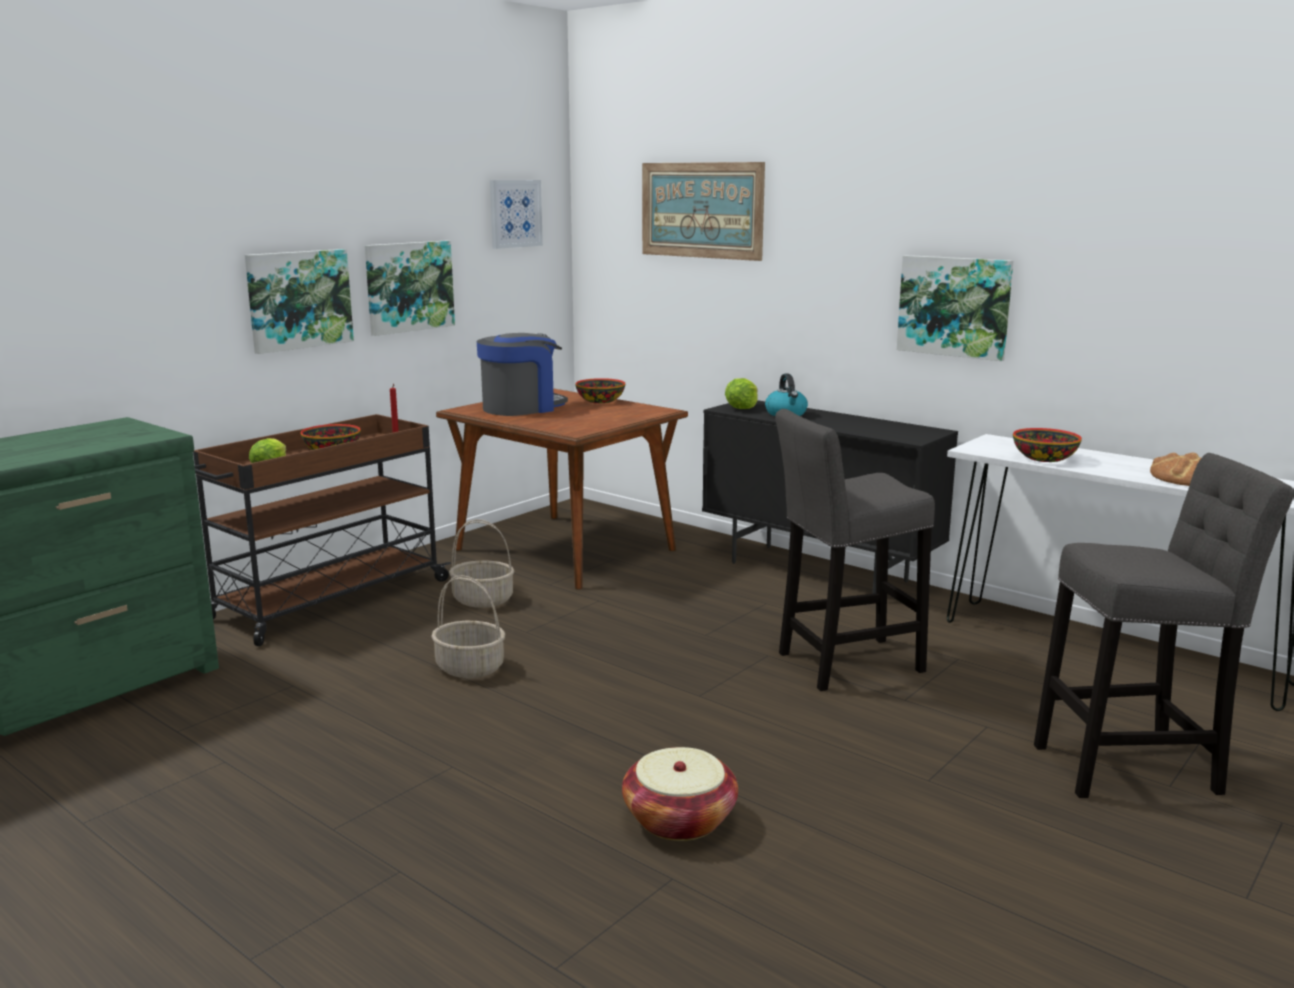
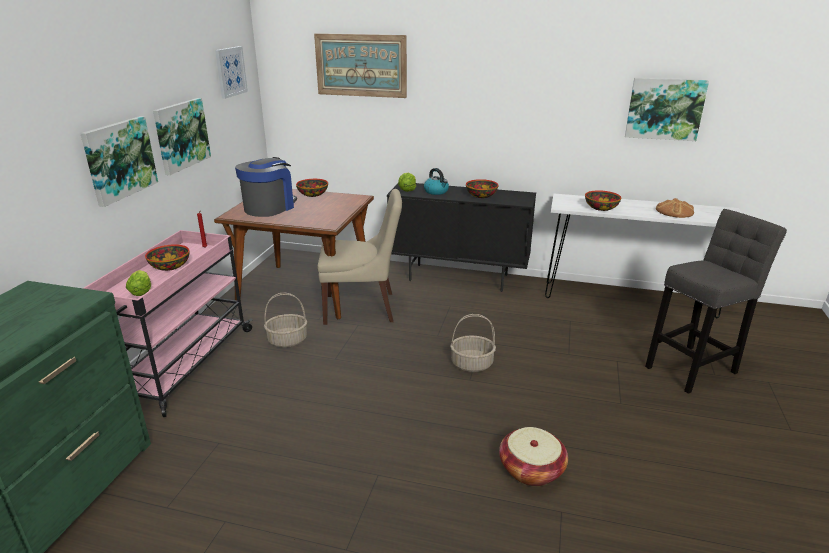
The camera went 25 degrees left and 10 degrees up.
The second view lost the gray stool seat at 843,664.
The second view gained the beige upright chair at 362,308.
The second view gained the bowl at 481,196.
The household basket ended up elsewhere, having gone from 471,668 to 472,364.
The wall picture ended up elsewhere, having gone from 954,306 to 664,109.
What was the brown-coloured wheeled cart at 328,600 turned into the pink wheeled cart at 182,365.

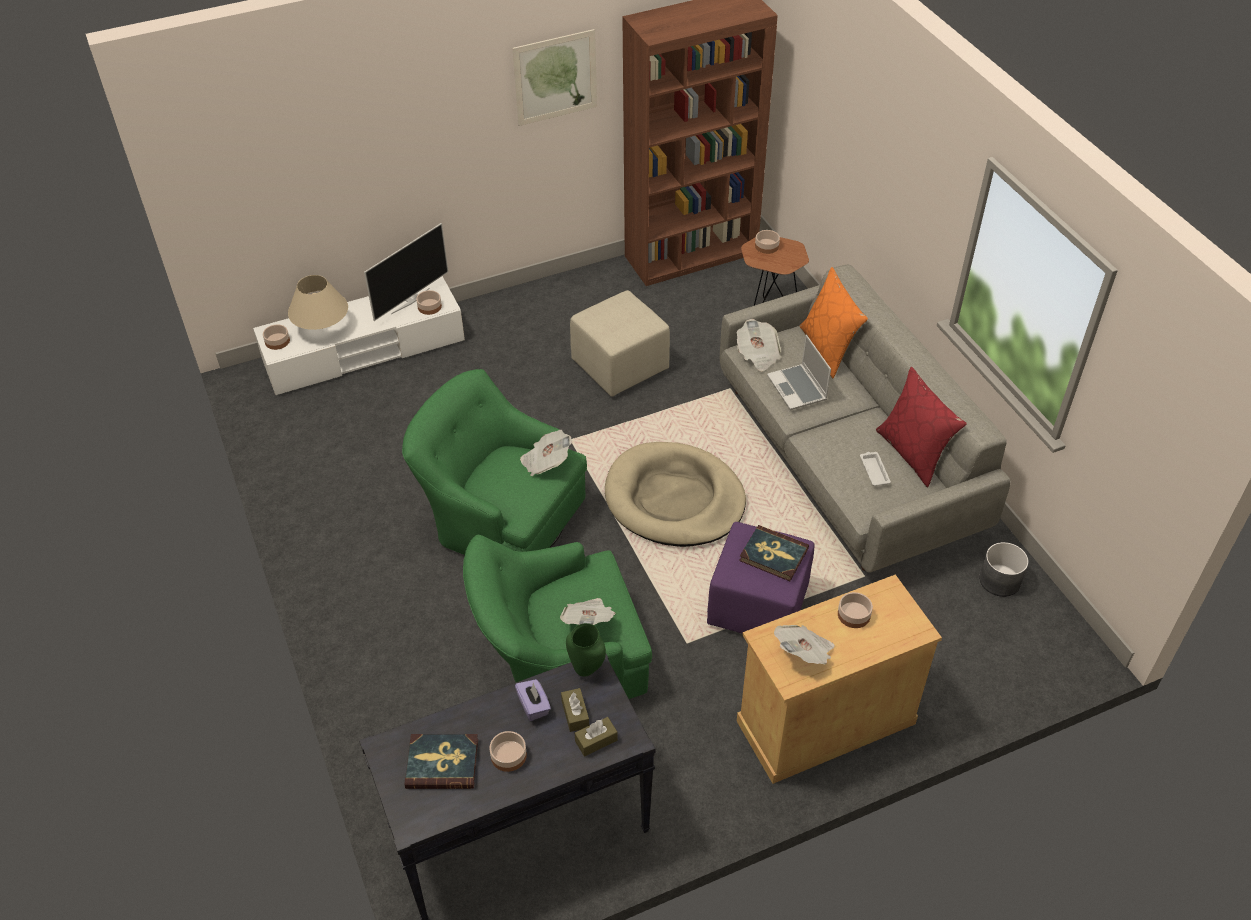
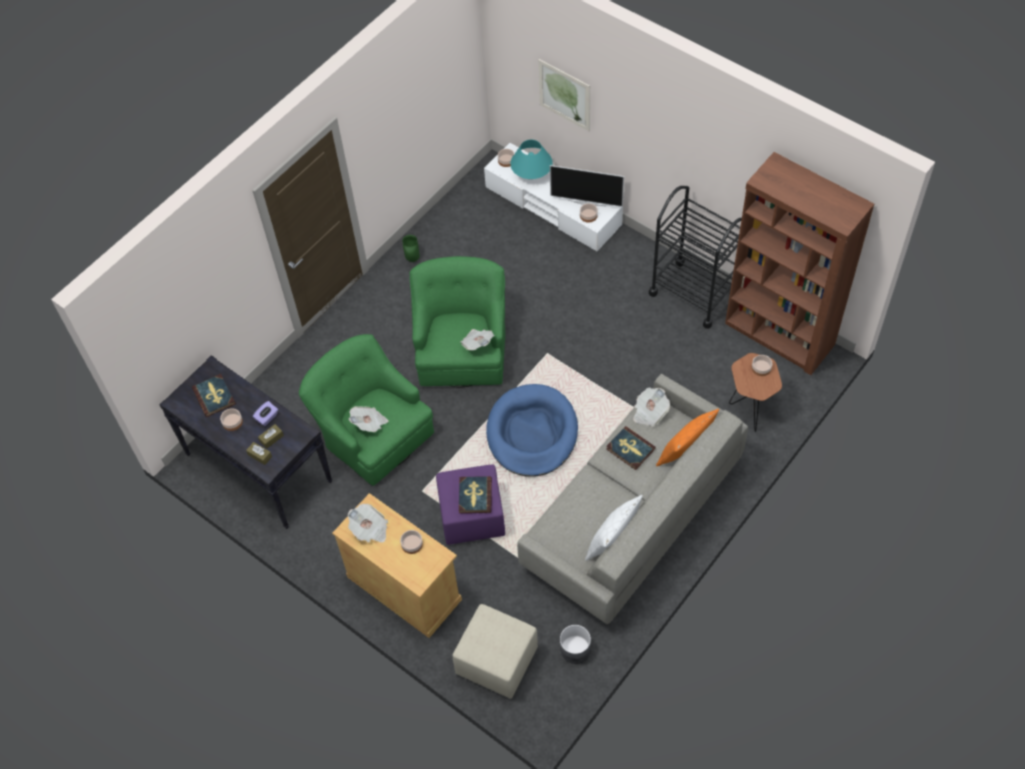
The camera went 65 degrees right and 10 degrees up.
The second view lost the white tray at 874,470.
The second view gained the blackish wheeled cart at 693,293.
The wall picture ended up elsewhere, having gone from 555,77 to 564,95.
The greenish flower vase ended up elsewhere, having gone from 587,669 to 413,259.
The beige ottoman ended up elsewhere, having gone from 619,367 to 496,661.
Where the notebook computer stood at 798,388, the book came to stand at 630,449.
What was the beige tabletop lamp at 322,328 turned into the blue-green tabletop lamp at 531,175.
What was the beige pet bed at 674,499 turned into the bluish pet bed at 532,433.
What was the red cushion at 913,453 turned into the white cushion at 612,541.

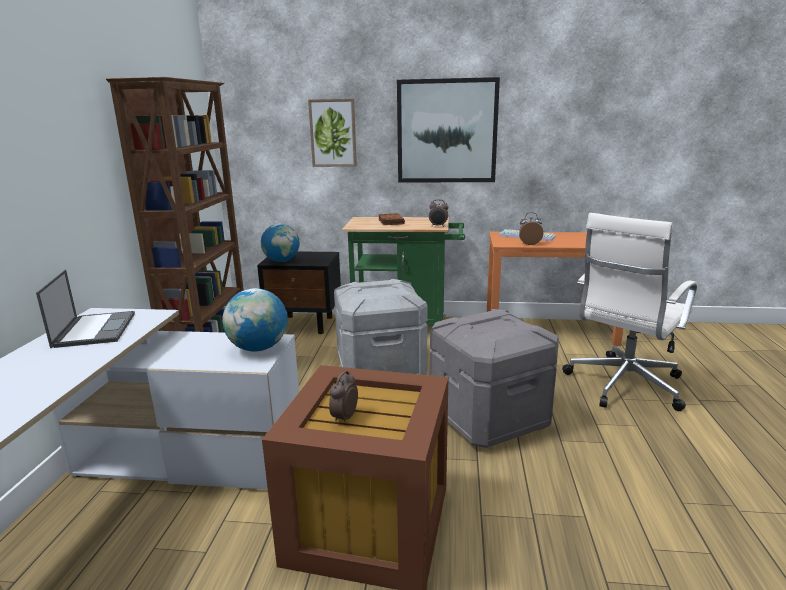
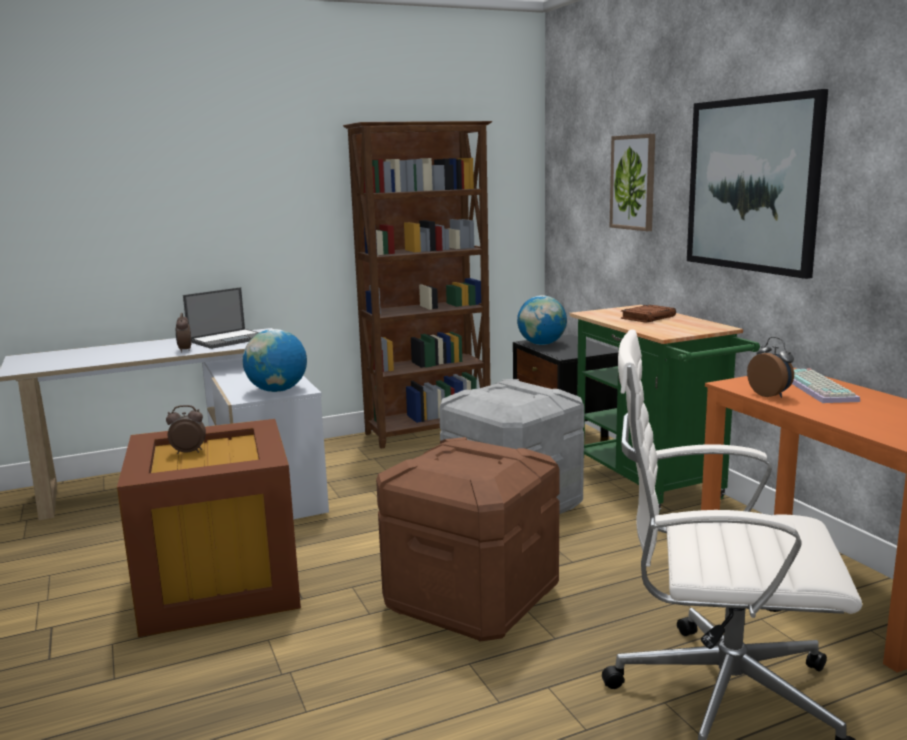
The camera went 60 degrees right and 5 degrees down.
The bedside clock ended up elsewhere, having gone from 438,226 to 184,350.
What was the gray storage bin at 489,418 turned into the brown-coloured storage bin at 472,599.

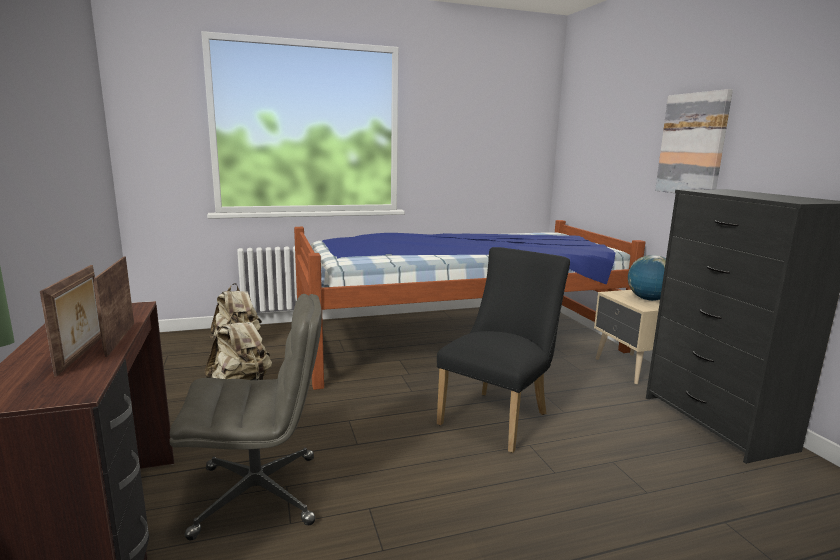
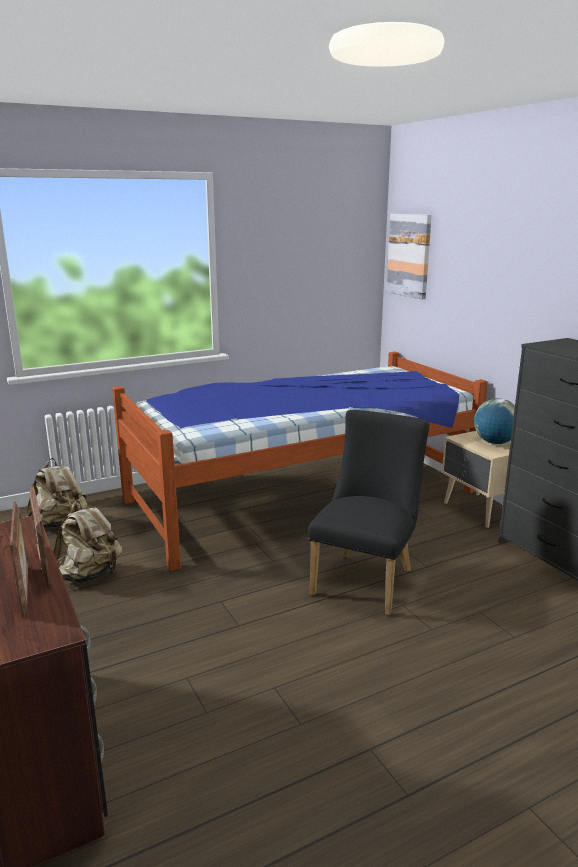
The camera went 10 degrees left and 5 degrees up.
The second view lost the gray desk chair at 259,494.
The wall picture ended up elsewhere, having gone from 692,144 to 409,255.

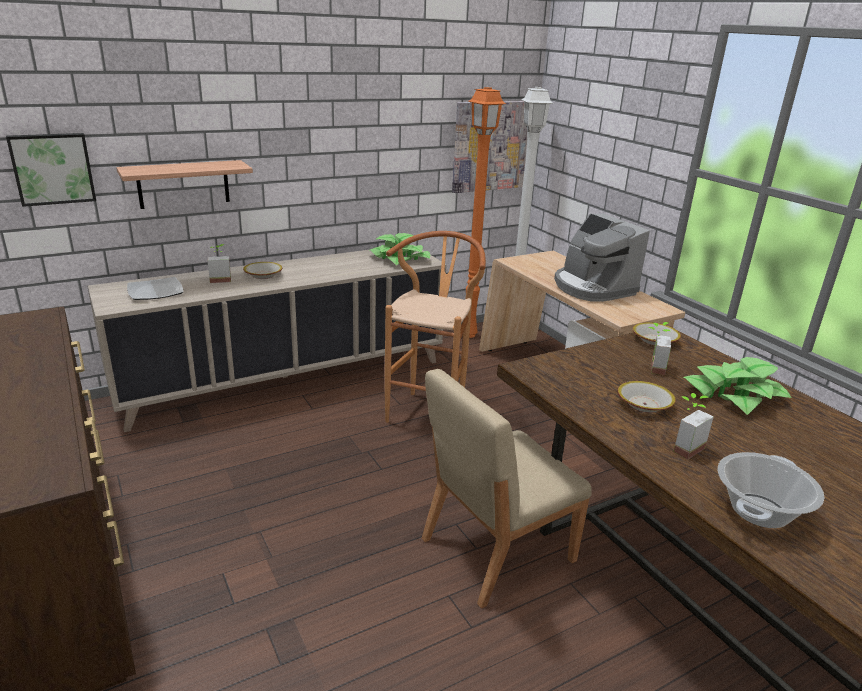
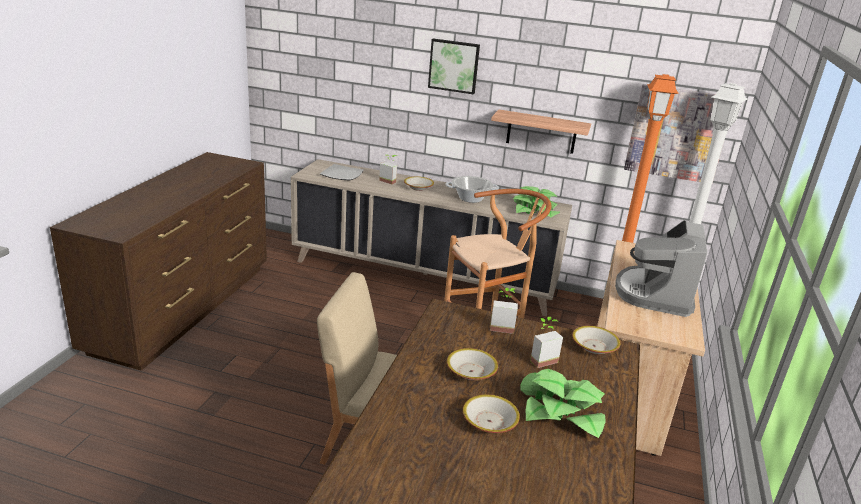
The camera went 45 degrees right and 0 degrees up.
The second view gained the bowl at 489,421.
The wall picture ended up elsewhere, having gone from 52,168 to 454,66.
The shelf ended up elsewhere, having gone from 183,184 to 541,132.
The houseplant ended up elsewhere, having gone from 683,446 to 502,326.
The stockpot ended up elsewhere, having gone from 758,511 to 470,198.

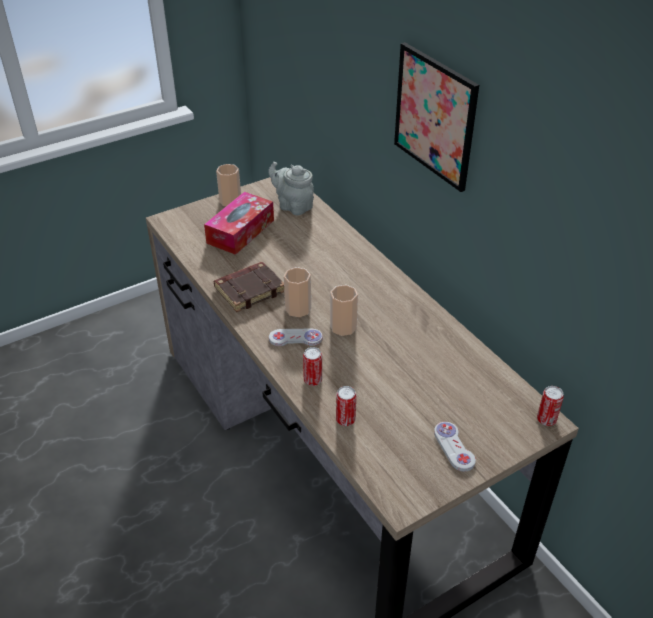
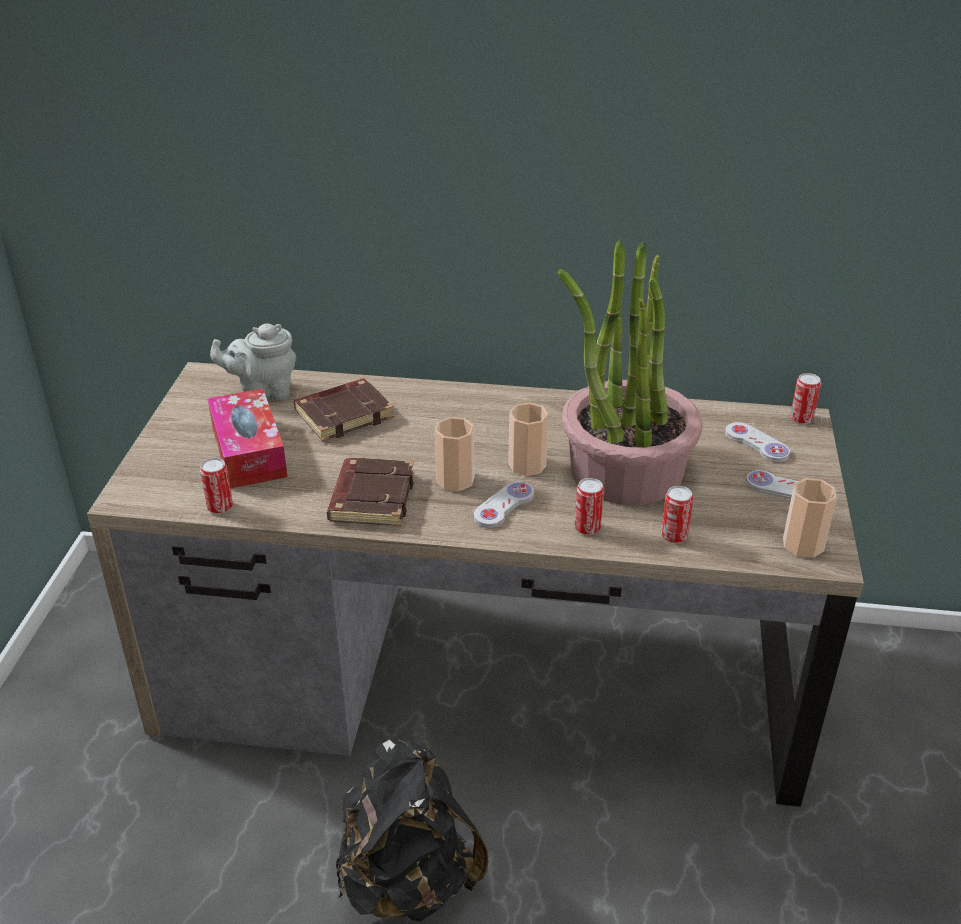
The camera went 50 degrees left and 5 degrees down.
The second view lost the wall picture at 435,116.
The second view gained the metal can at 220,507.
The second view gained the brown-coloured book at 344,414.
The second view gained the blackish backpack at 408,879.
The second view gained the houseplant at 625,470.
The second view gained the white gamepad at 756,444.
The small cup ended up elsewhere, having gone from 230,201 to 803,544.

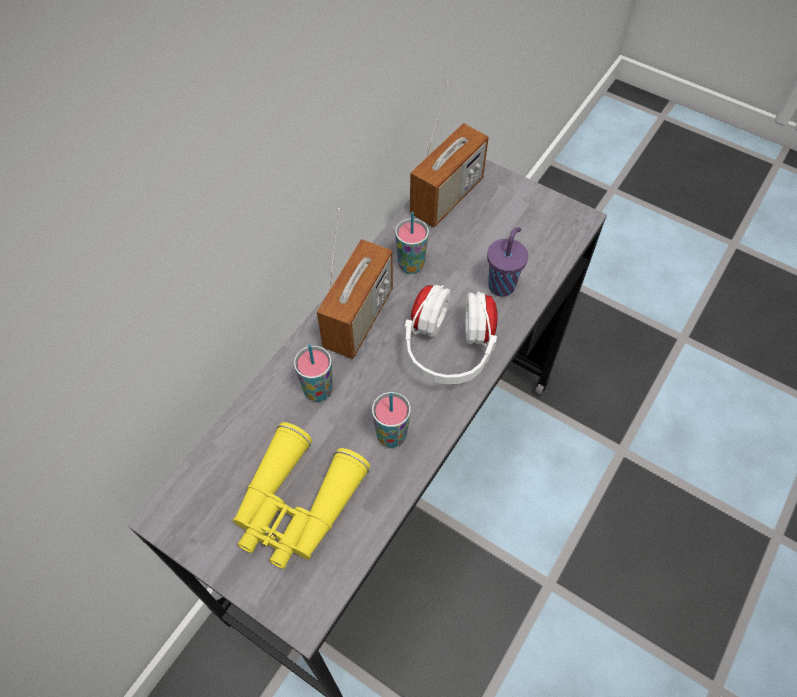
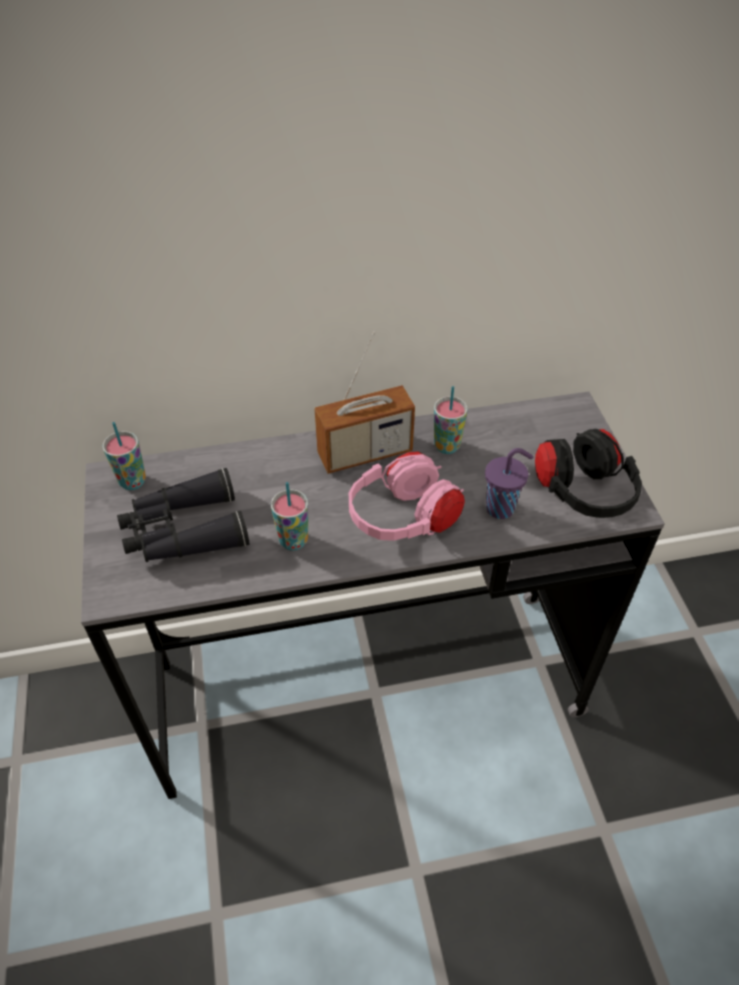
The camera went 45 degrees right and 10 degrees down.
The second view lost the radio receiver at 446,197.
The second view gained the blackish pair of headphones at 582,494.
The small cup ended up elsewhere, having gone from 318,390 to 132,481.
What was the yellowish binoculars at 296,505 turned into the blackish binoculars at 183,531.
What was the white pair of headphones at 449,349 turned into the pink pair of headphones at 404,519.

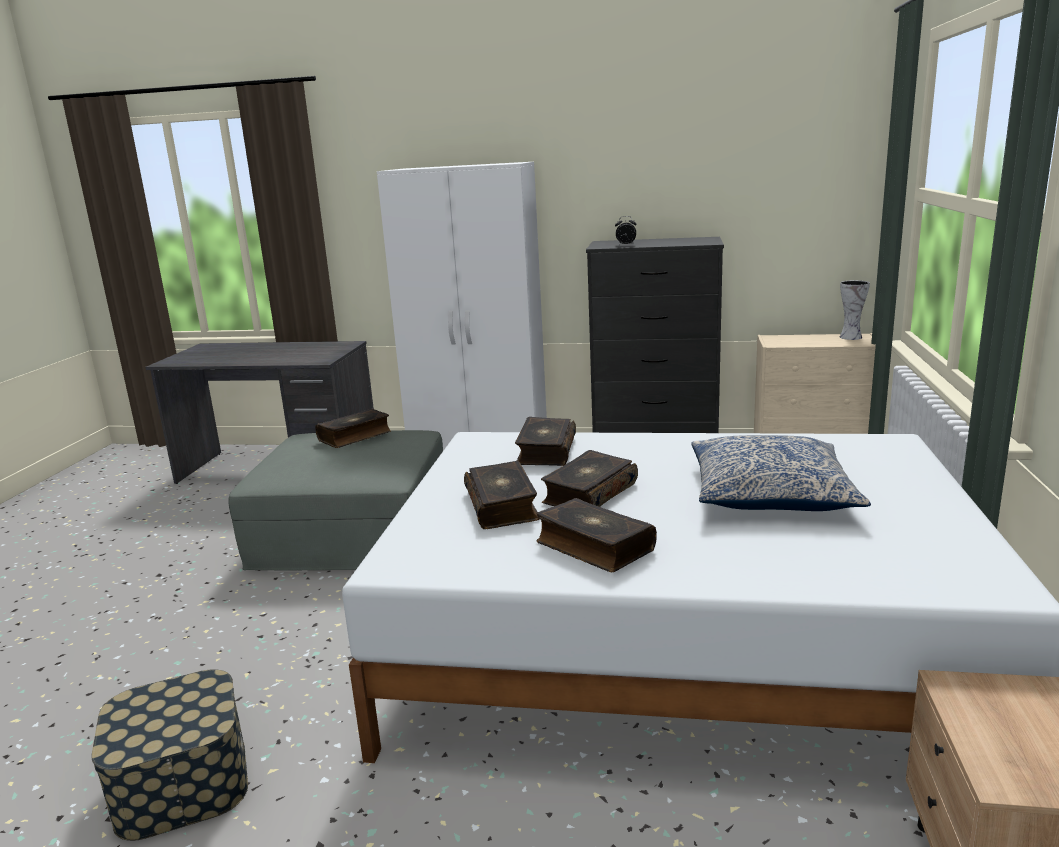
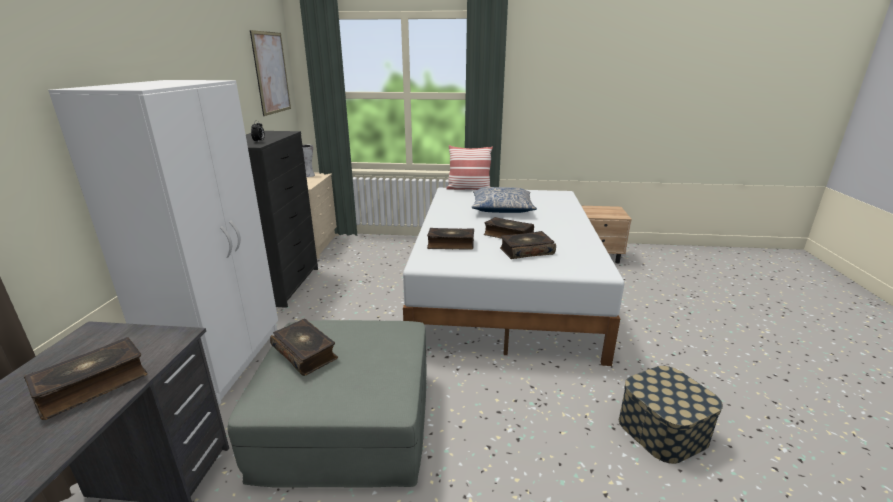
The camera went 95 degrees left and 5 degrees up.
The second view gained the wall picture at 271,73.
The second view gained the cushion at 469,188.
The book ended up elsewhere, having gone from 593,547 to 92,385.

